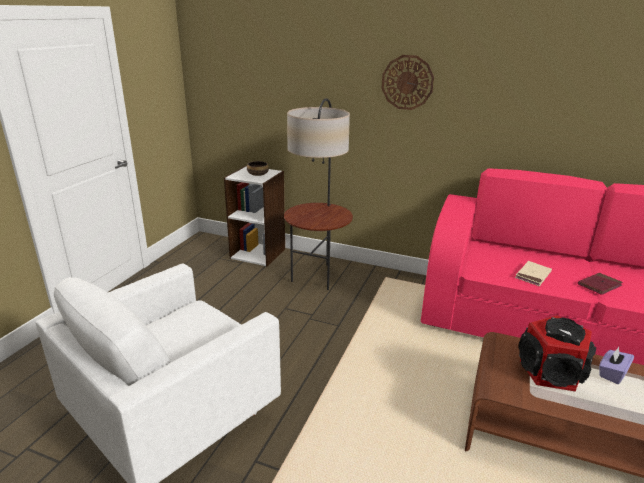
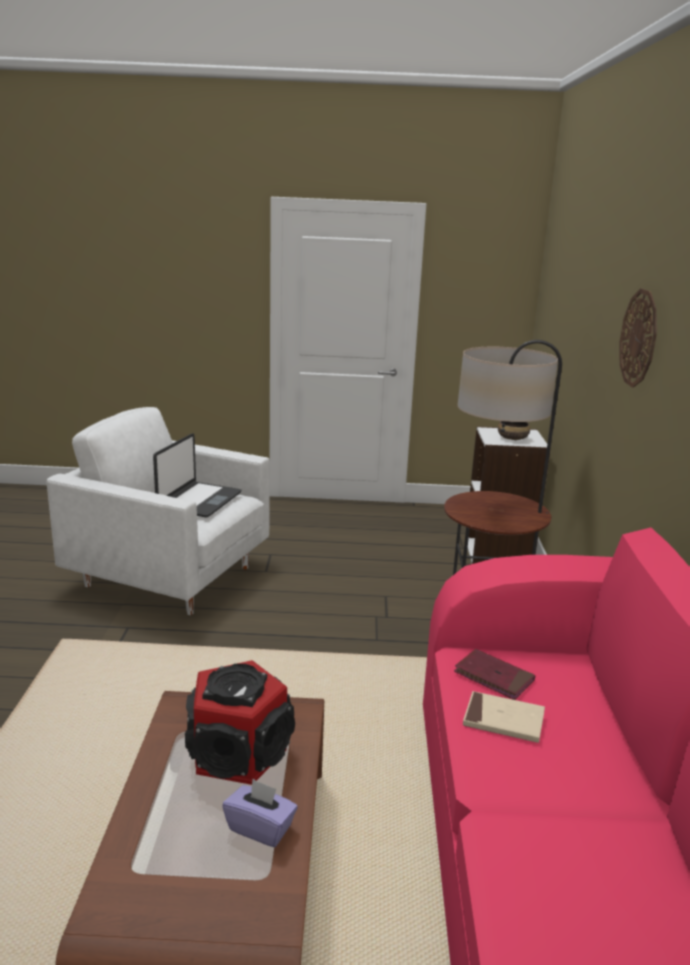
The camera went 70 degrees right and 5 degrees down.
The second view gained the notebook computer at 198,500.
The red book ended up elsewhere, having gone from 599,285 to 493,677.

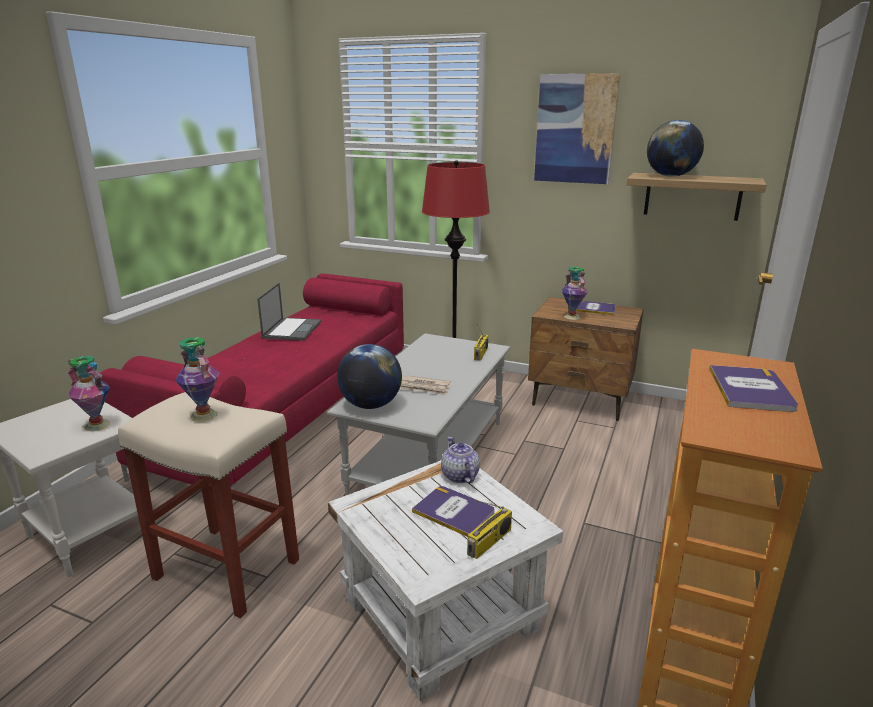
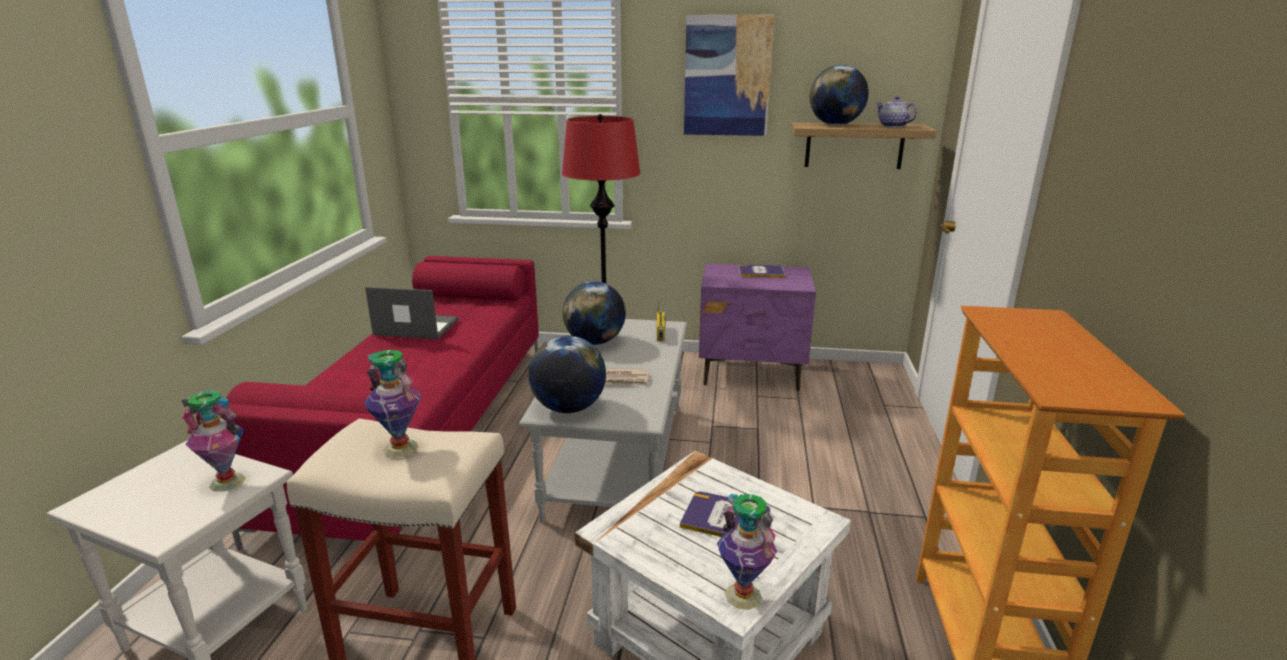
The camera went 15 degrees left and 0 degrees up.
The second view lost the radio receiver at 489,542.
The second view lost the book at 750,389.
The second view gained the desk globe at 594,342.
The tea pot ended up elsewhere, having gone from 459,476 to 892,126.
The flower vase ended up elsewhere, having gone from 571,317 to 742,596.
What was the brown-coloured nightstand at 580,400 turned into the purplish nightstand at 751,373.
The notebook computer at 292,329 ended up facing another way, 75 degrees counterclockwise from before.

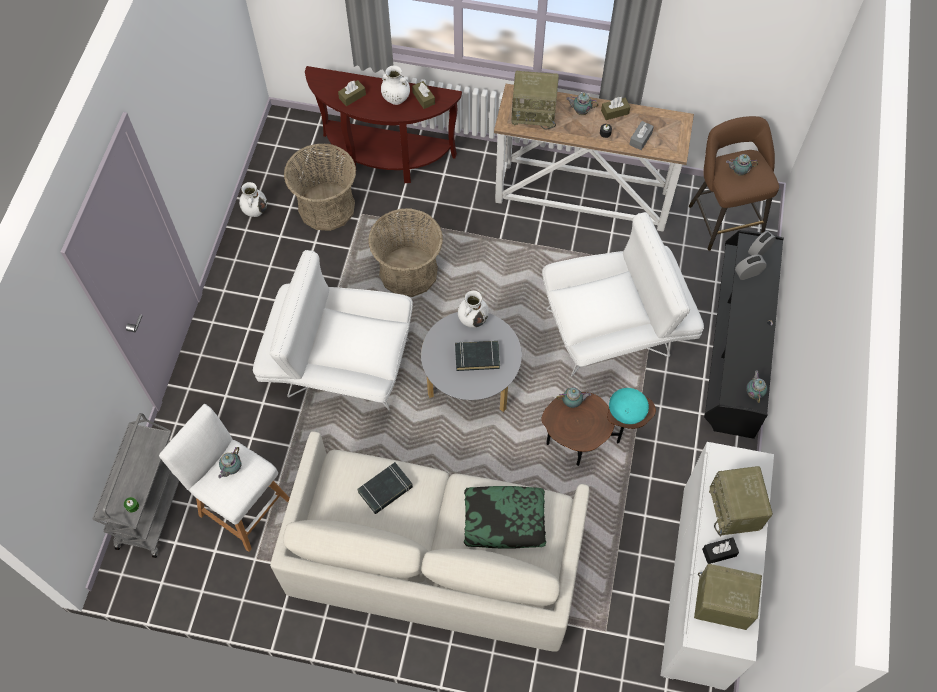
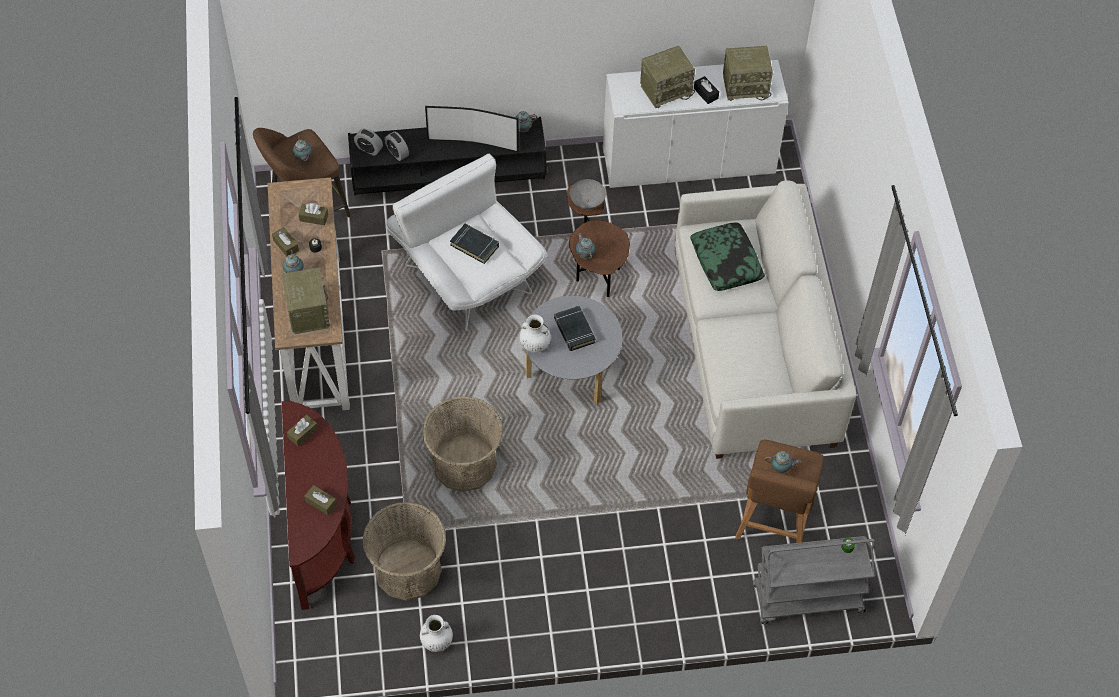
The camera went 110 degrees left and 5 degrees down.
The second view lost the white easy chair at 338,363.
The second view lost the white flower vase at 395,98.
The second view gained the television at 473,142.
The blackish book ended up elsewhere, having gone from 385,490 to 474,245.
What was the white stool seat at 241,504 turned into the brown-coloured stool seat at 773,522.
What was the blue-green bowl at 626,412 turned into the gray bowl at 587,202.
What was the gray box of tissues at 640,139 turned into the brown-coloured box of tissues at 314,218.
The radio receiver at 720,604 ended up facing another way, 90 degrees counterclockwise from before.

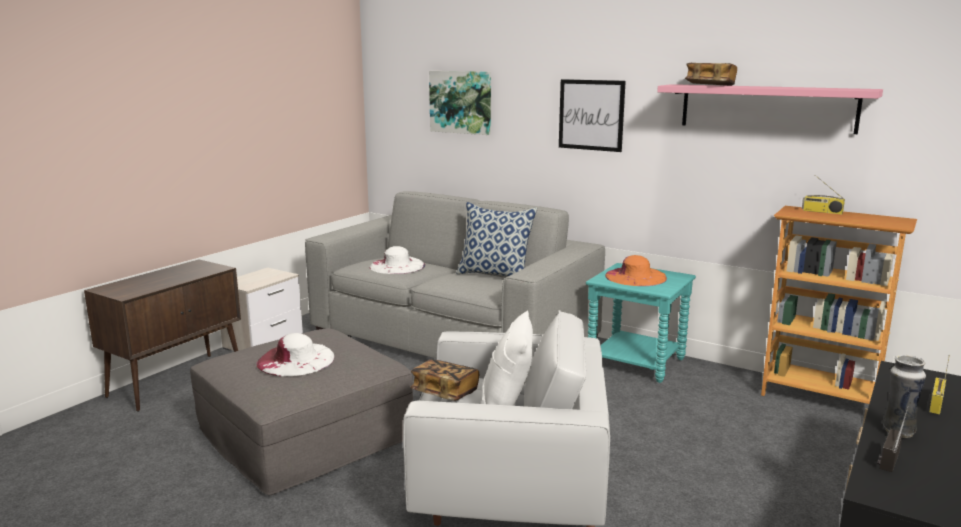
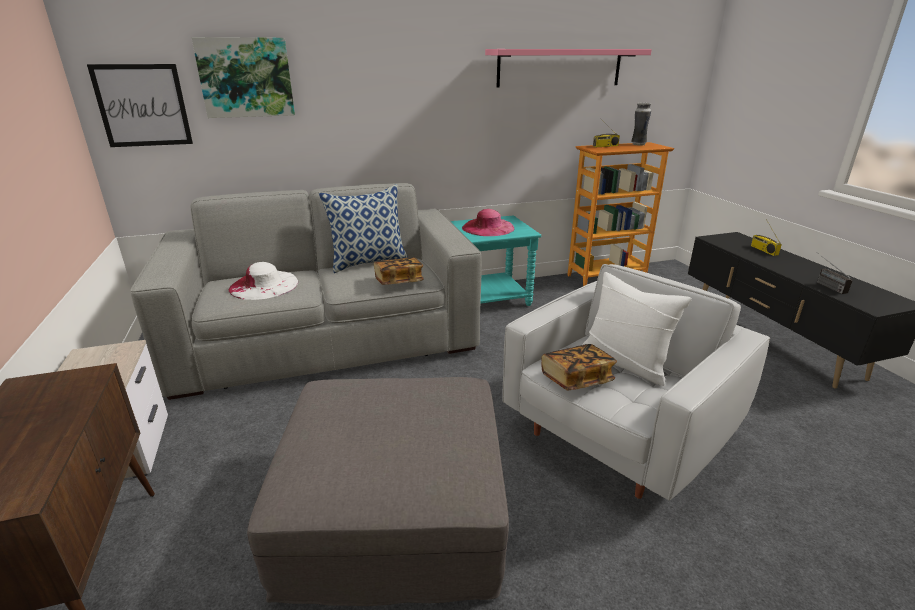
The camera went 50 degrees left and 10 degrees up.
The second view lost the white clothing hat at 296,360.
The wall picture ended up elsewhere, having gone from 591,115 to 143,105.
The book ended up elsewhere, having gone from 710,85 to 399,281.
The flower vase ended up elsewhere, having gone from 897,431 to 638,144.
What was the orange-coloured clothing hat at 635,277 turned into the pink clothing hat at 488,227.

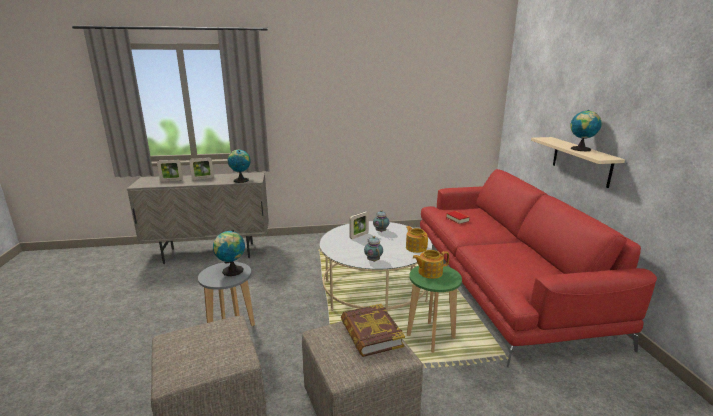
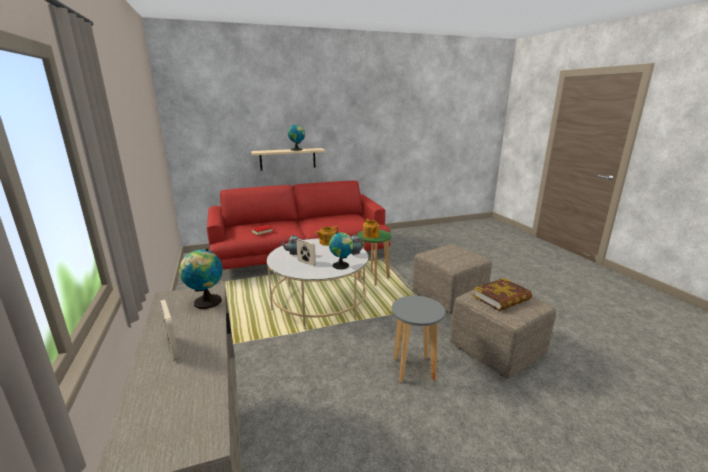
The camera went 100 degrees left and 0 degrees up.
The second view lost the photo frame at 171,180.
The desk globe ended up elsewhere, having gone from 231,271 to 342,266.
The book ended up elsewhere, having gone from 371,334 to 501,298.

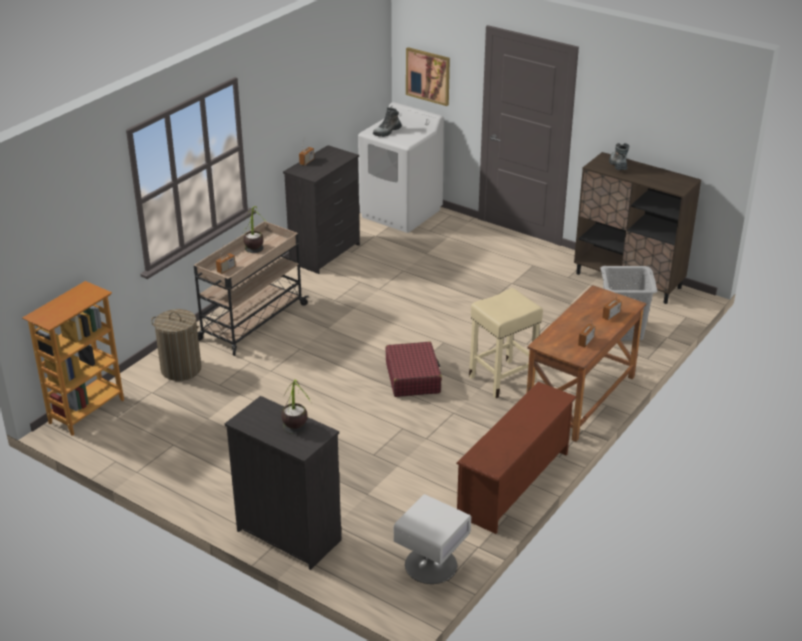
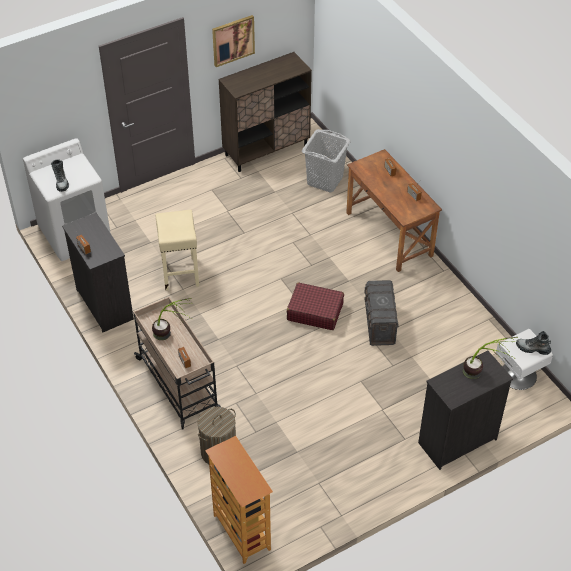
The camera went 65 degrees left and 15 degrees up.
The second view lost the brown-coloured shoe rack at 515,485.
The second view gained the gray storage bin at 379,324.
The wall picture ended up elsewhere, having gone from 428,76 to 233,40.
The beige stool seat ended up elsewhere, having gone from 503,378 to 180,273.
The high-top boot ended up elsewhere, having gone from 617,165 to 532,349.

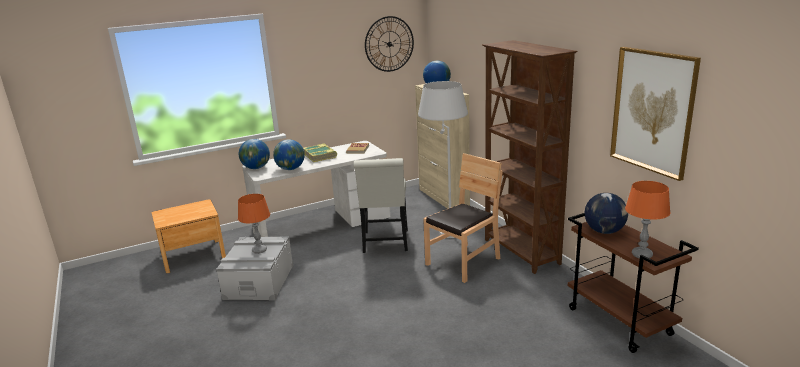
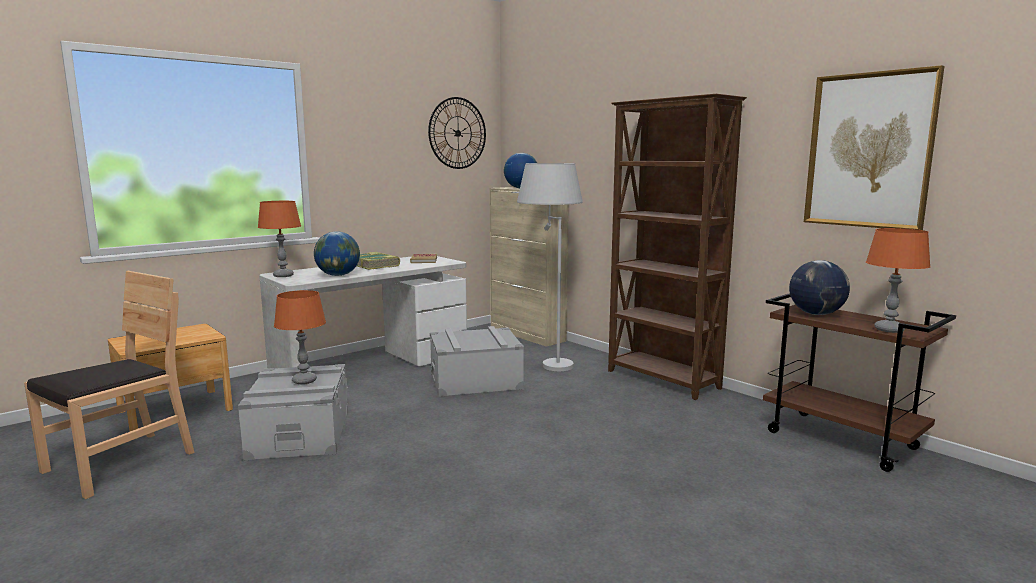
The camera went 15 degrees left and 10 degrees down.
The brown-coloured upright chair ended up elsewhere, having gone from 463,262 to 120,463.
Where the desk globe stood at 256,168, the orange-coloured tabletop lamp came to stand at 283,275.
Where the white upright chair stood at 385,243, the gray storage bin came to stand at 475,381.

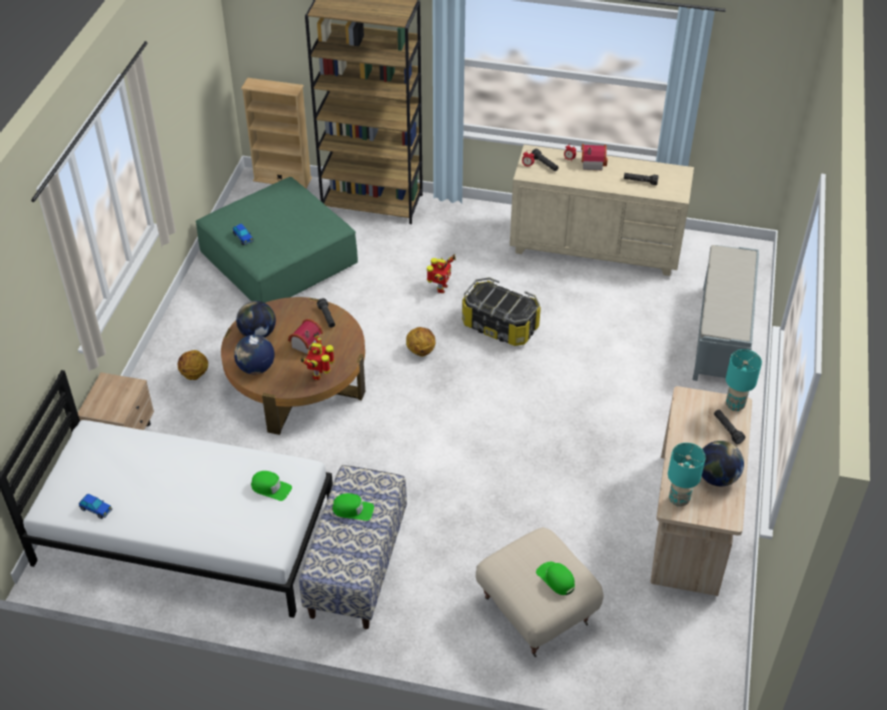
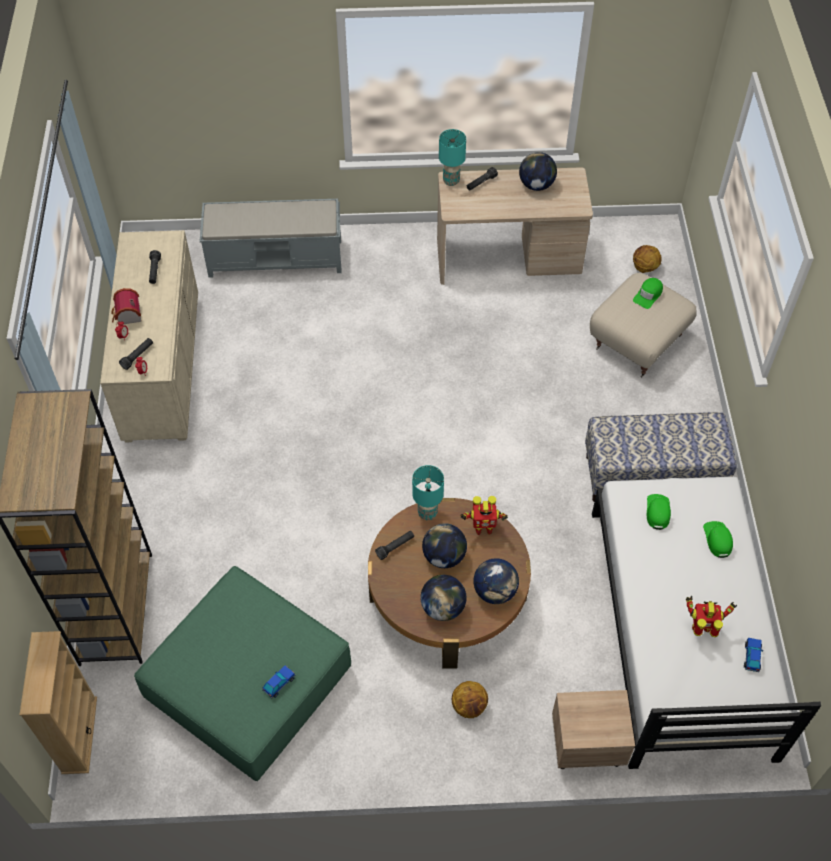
The camera went 105 degrees left and 10 degrees up.
The second view lost the storage bin at 500,326.
The greenish baseball cap ended up elsewhere, having gone from 353,509 to 717,539.
The basketball ball ended up elsewhere, having gone from 420,351 to 644,268.
The model robot ended up elsewhere, having gone from 440,288 to 702,629.
The blue-green tabletop lamp ended up elsewhere, having gone from 678,499 to 427,513.
Where the model house stood at 304,344, the desk globe came to stand at 444,556.

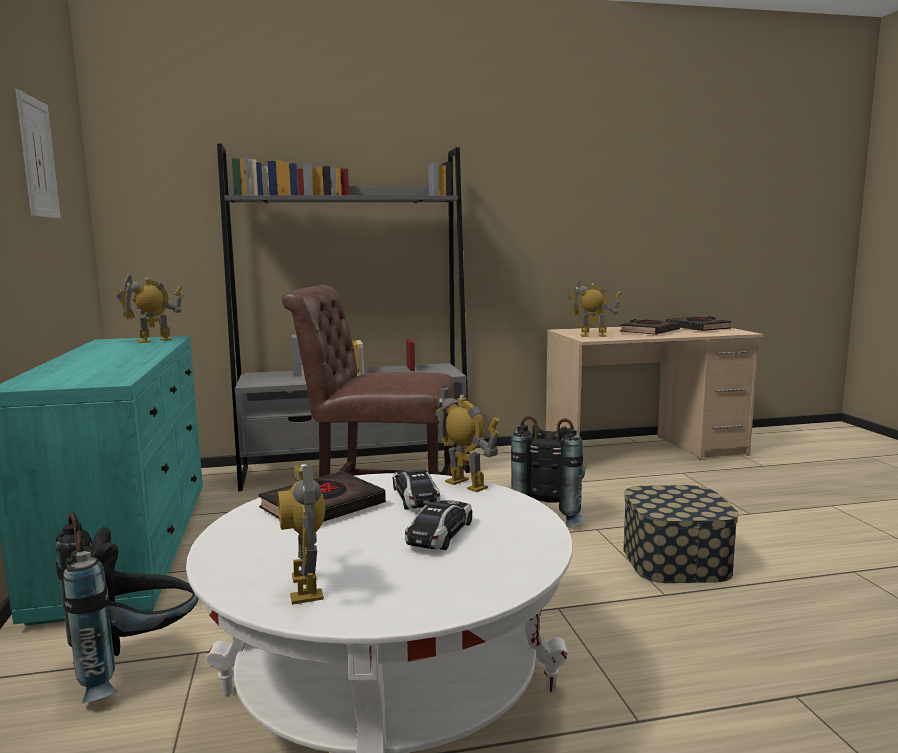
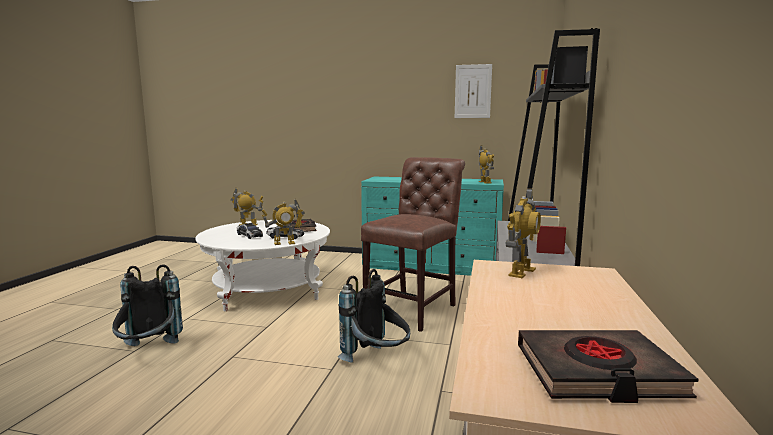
The camera went 115 degrees right and 0 degrees up.
The second view lost the blackish book at 649,331.
The second view lost the storage bin at 675,560.
The blackish backpack ended up elsewhere, having gone from 135,666 to 149,352.

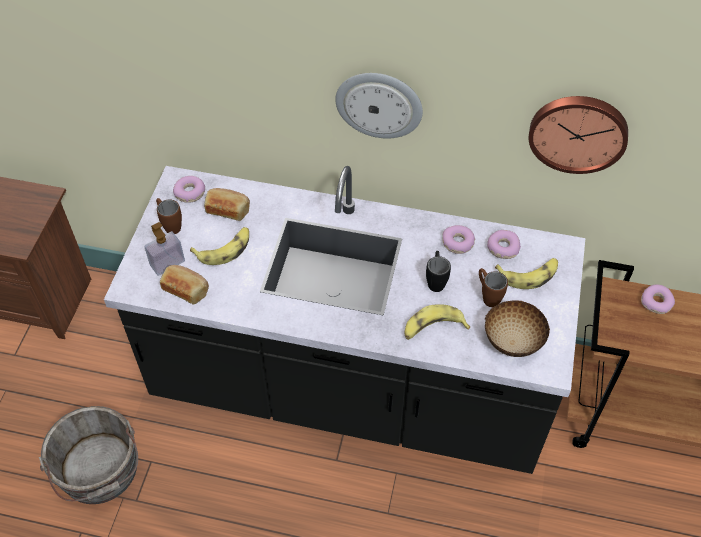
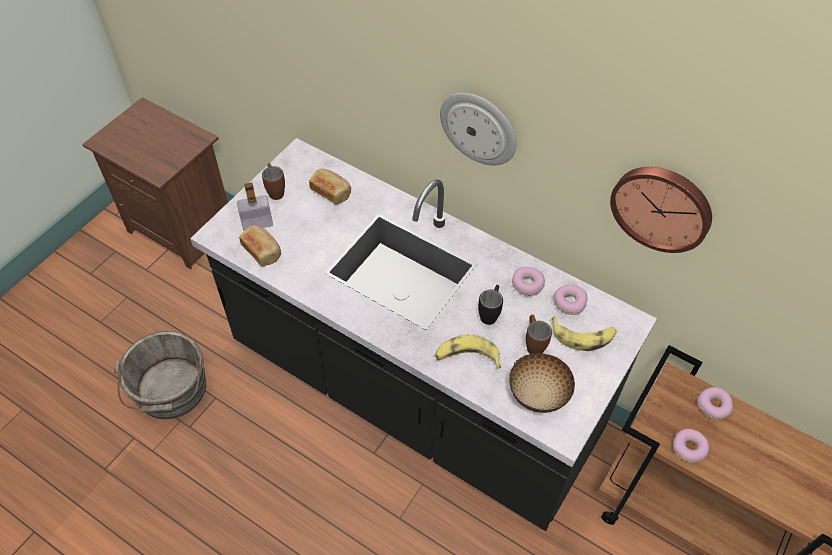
The camera went 20 degrees right and 0 degrees up.
The second view lost the banana fruit at 224,249.
The doughnut ended up elsewhere, having gone from 190,193 to 689,448.

